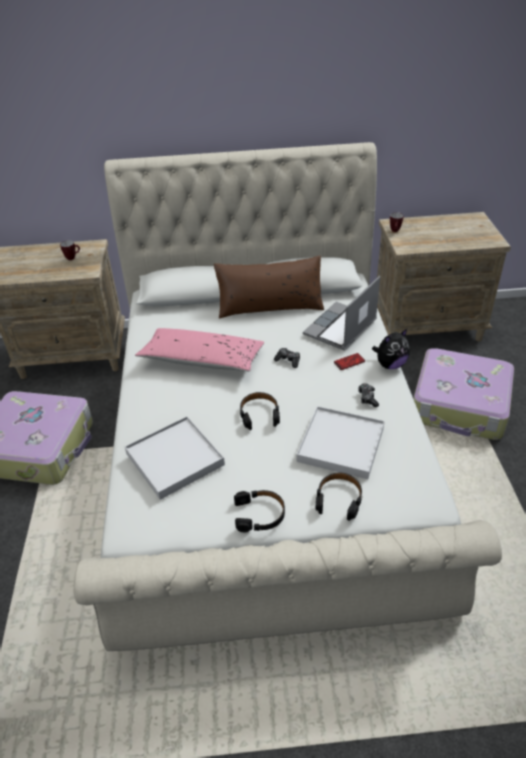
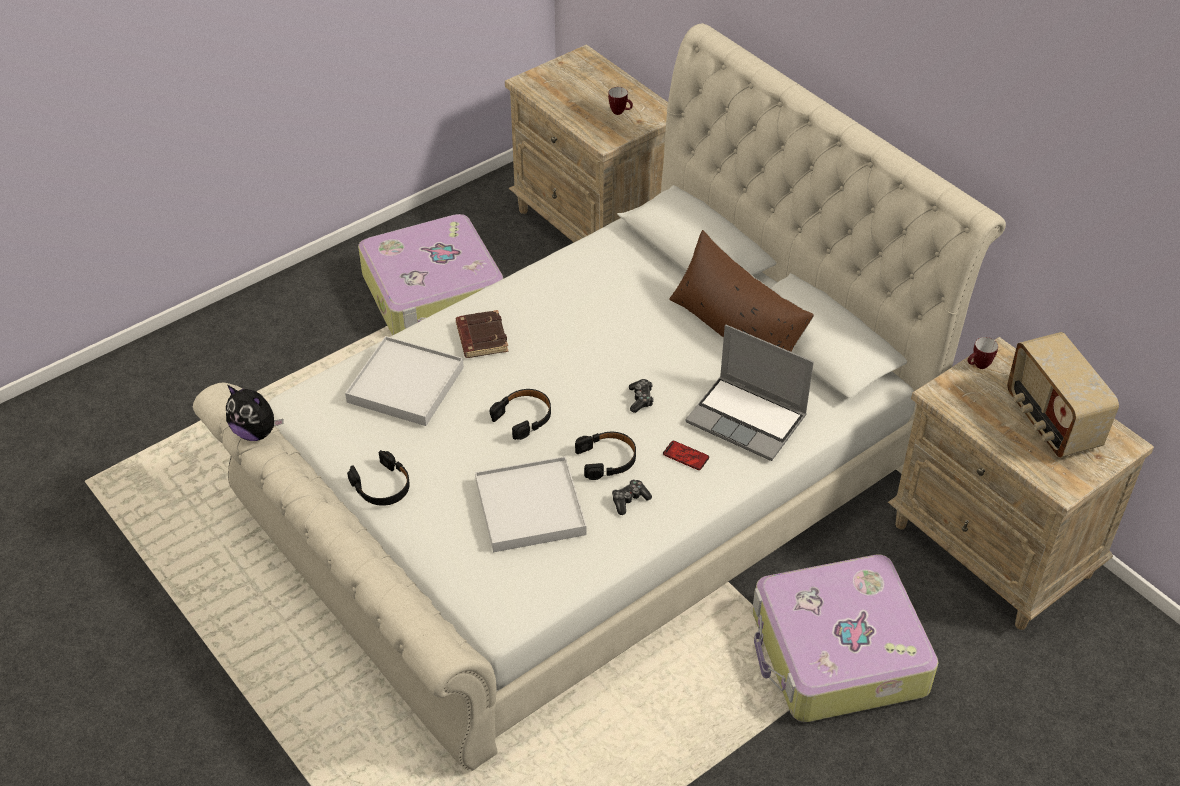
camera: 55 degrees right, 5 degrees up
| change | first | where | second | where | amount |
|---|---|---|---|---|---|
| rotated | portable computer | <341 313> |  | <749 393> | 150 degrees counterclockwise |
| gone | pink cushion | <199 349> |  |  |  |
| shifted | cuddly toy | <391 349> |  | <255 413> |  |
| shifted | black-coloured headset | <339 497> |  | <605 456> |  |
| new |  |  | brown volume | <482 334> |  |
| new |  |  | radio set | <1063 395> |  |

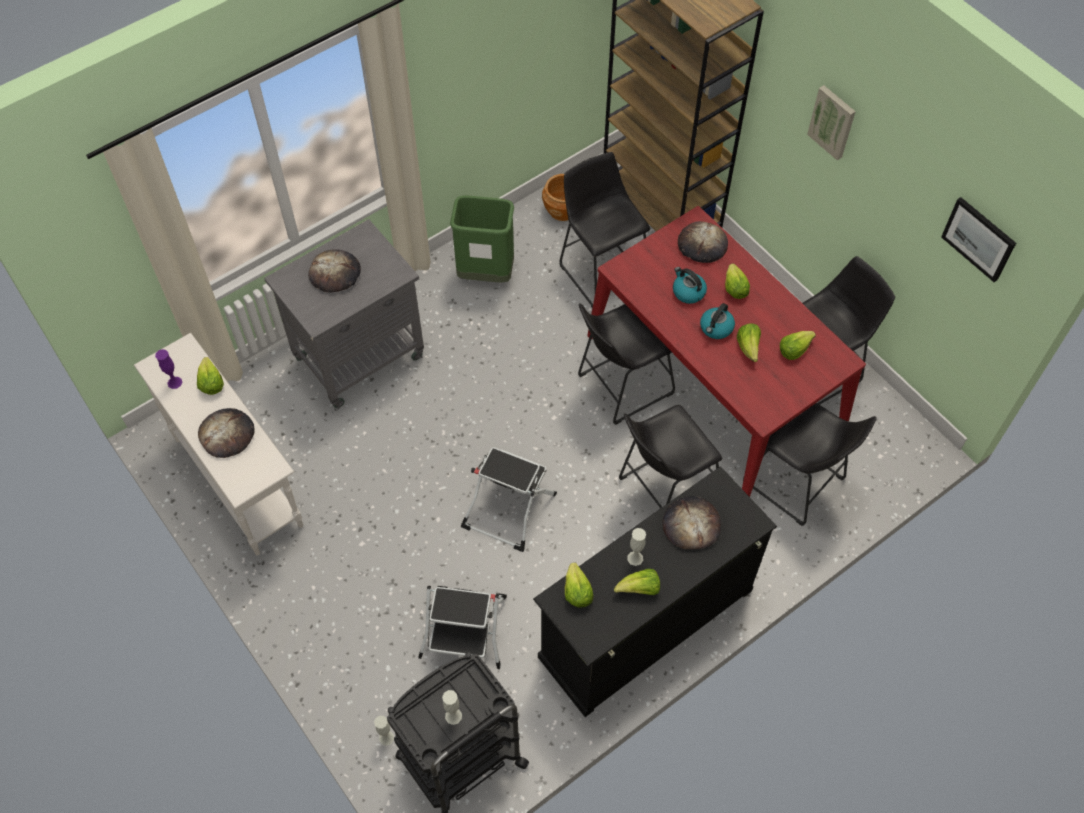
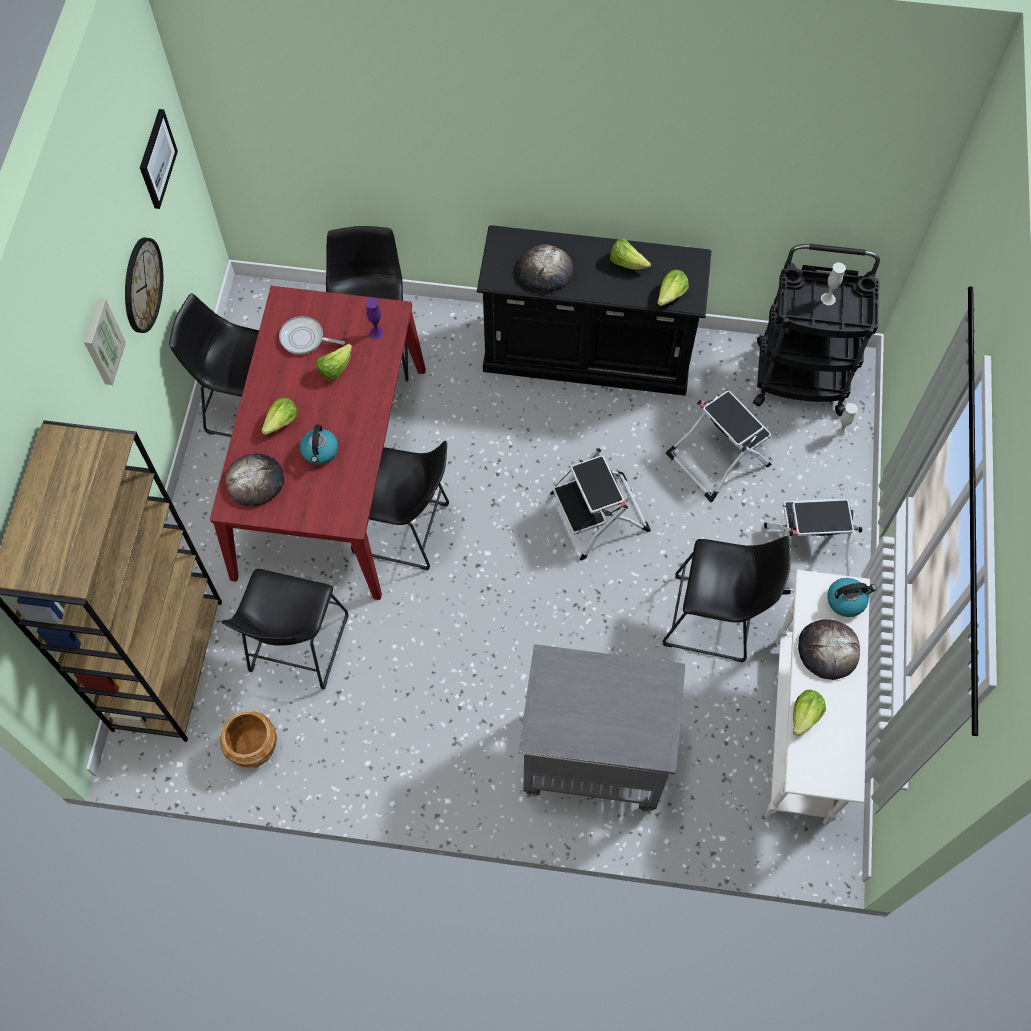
camera: 135 degrees left, 5 degrees up
| change | first | where | second | where | amount |
|---|---|---|---|---|---|
| gone | green trash can | <482 239> |  |  |  |
| gone | baked bread | <334 271> |  |  |  |
| shifted | kettle | <717 321> |  | <852 597> |  |
| swapped | head of lettuce | <798 345> | skillet | <312 335> |  |
| shifted | purplish decorative vase | <168 369> |  | <374 318> |  |
| shifted | black-coloured sitting stool | <670 457> |  | <727 599> |  |
| gone | white decorative vase | <636 547> |  |  |  |
| new |  |  | wall clock | <144 285> |  |
| new |  |  | step ladder | <813 546> |  |

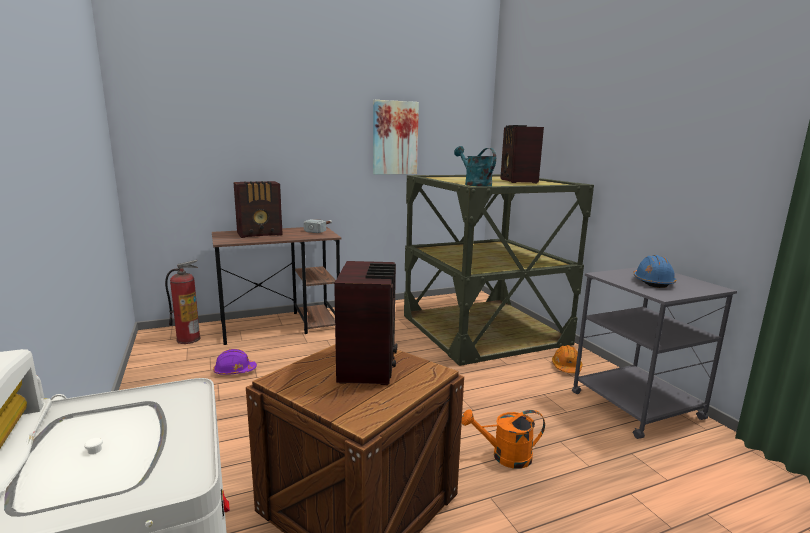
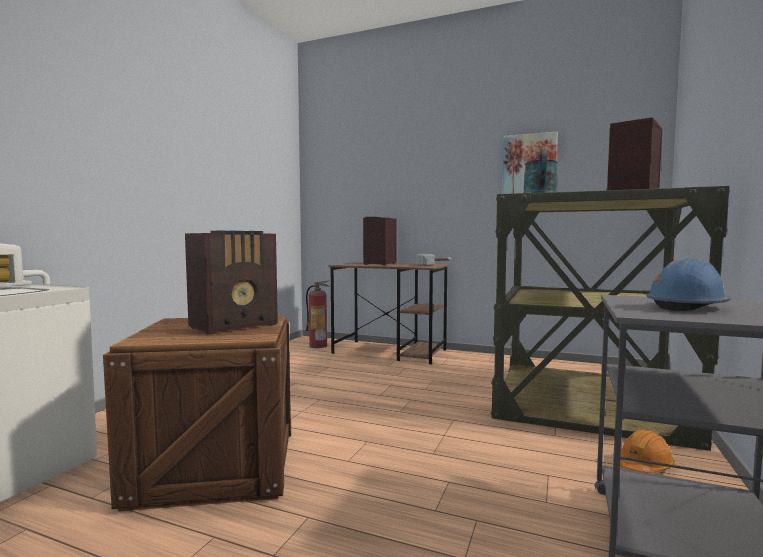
camera: 45 degrees right, 10 degrees down
| change | first | where | second | where | amount |
|---|---|---|---|---|---|
| rotated | radio set | <258 209> |  | <380 241> | 90 degrees clockwise |
| gone | purplish work helmet | <235 362> |  |  |  |
| gone | orange-coloured watering pot | <503 439> |  |  |  |

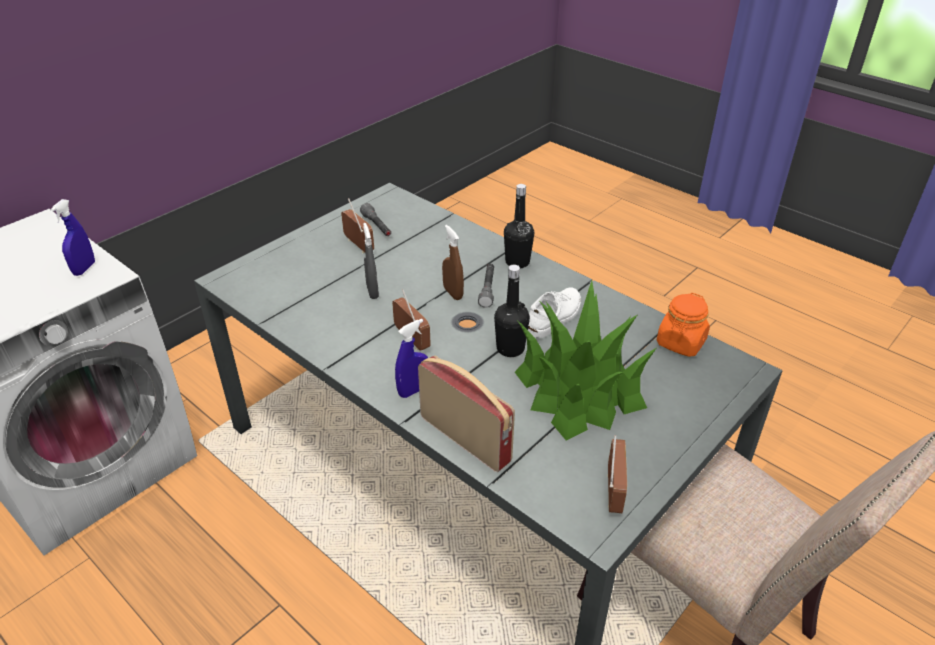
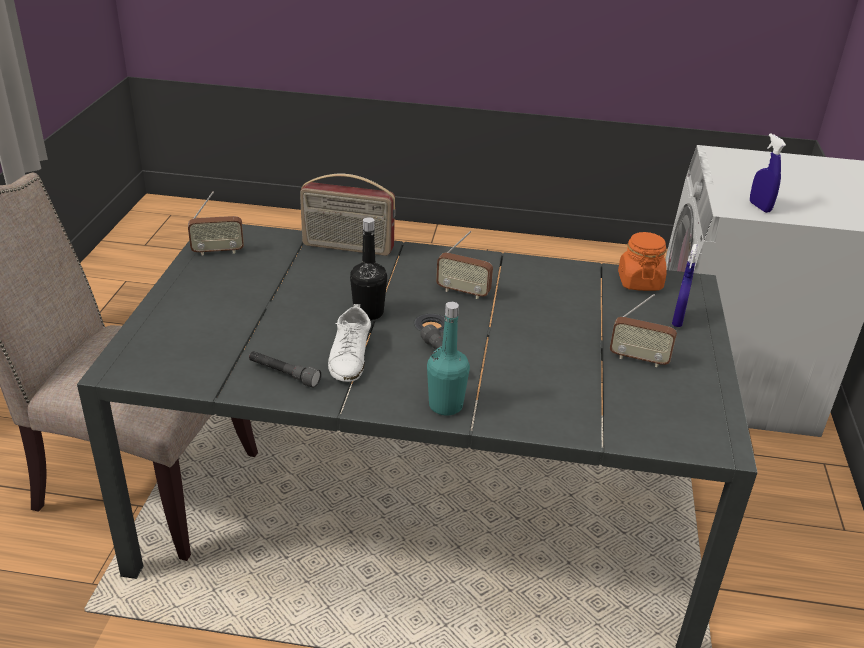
camera: 145 degrees right, 5 degrees down
| change | first | where | second | where | amount |
|---|---|---|---|---|---|
| repainted | black-coloured drink bottle | <519 226> | turquoise-coloured drink bottle | <448 358> |  |
| shifted | gray hand torch | <375 219> |  | <285 369> |  |
| gone | gray hand sprayer | <371 261> |  |  |  |
| gone | brown hand sprayer | <453 262> |  |  |  |
| gone | potted plant | <585 360> |  |  |  |
| shifted | orange-coloured jar | <683 325> |  | <642 261> |  |
| shifted | bluish hand sprayer | <411 358> |  | <685 285> |  |
| rotated | radio set | <617 474> |  | <216 224> | 75 degrees counterclockwise |

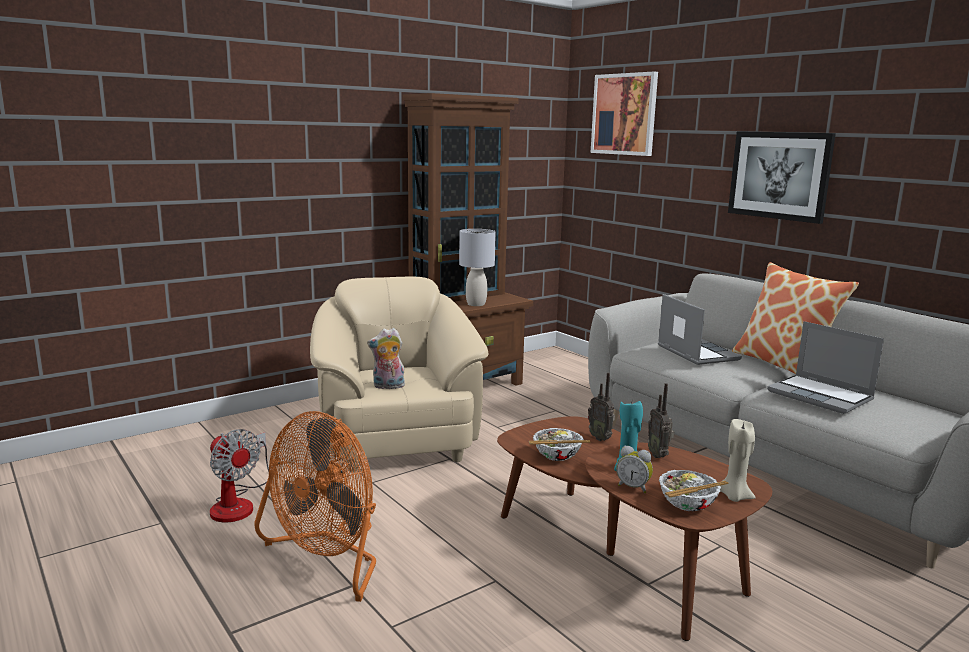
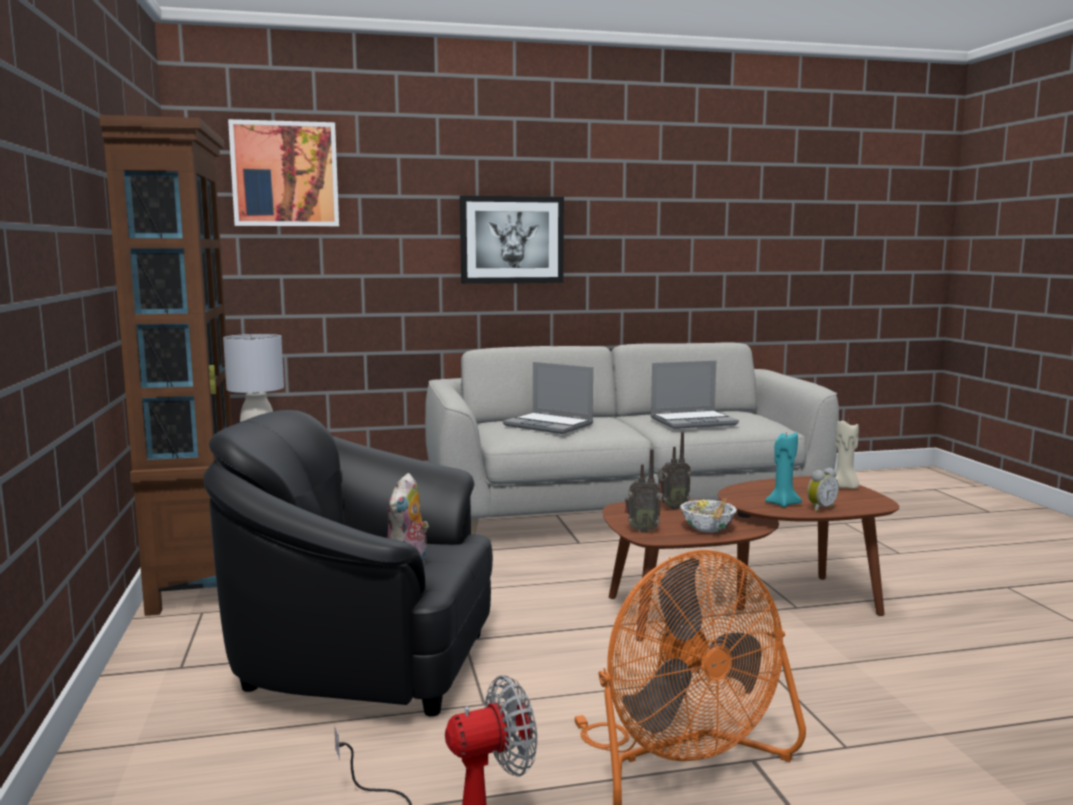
camera: 65 degrees left, 5 degrees down
| change | first | where | second | where | amount |
|---|---|---|---|---|---|
| gone | cushion | <795 318> |  |  |  |
| repainted | sand-coloured armchair | <399 375> | black-coloured armchair | <348 563> |  |
| rotated | portable computer | <700 329> |  | <548 398> | 150 degrees counterclockwise |
| shifted | radio set | <661 420> |  | <643 491> |  |
| gone | serving bowl | <693 491> |  |  |  |

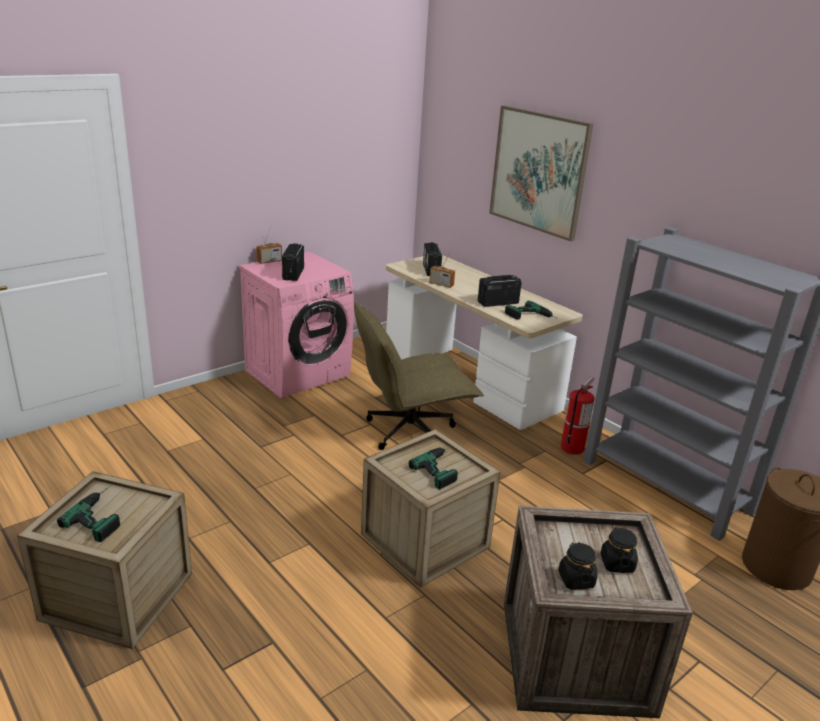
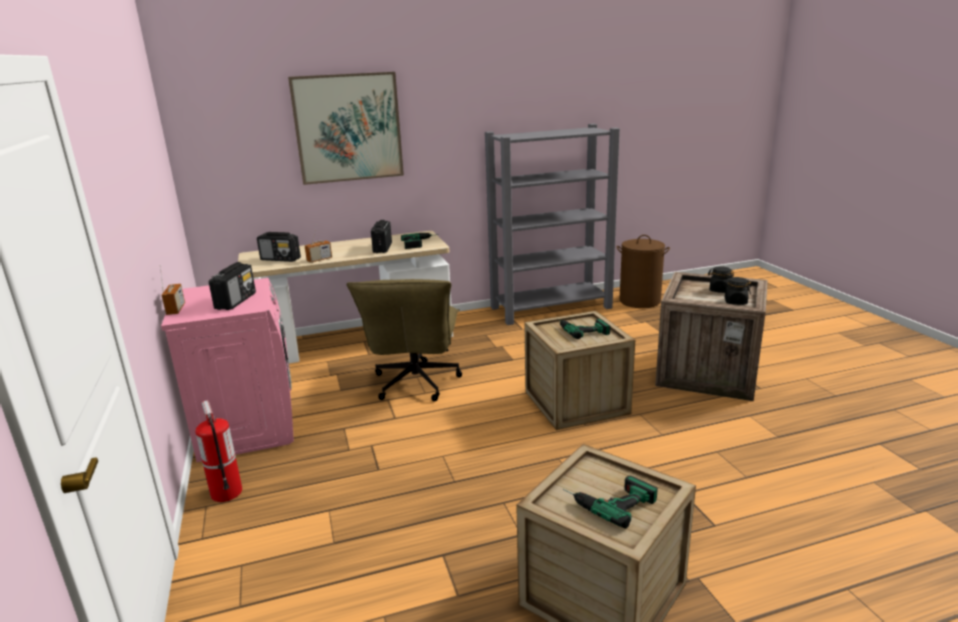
camera: 65 degrees left, 5 degrees down
| change | first | where | second | where | amount |
|---|---|---|---|---|---|
| rotated | radio set | <293 262> |  | <232 286> | 105 degrees counterclockwise |
| shifted | fire-fighting cylinder | <577 415> |  | <218 451> |  |

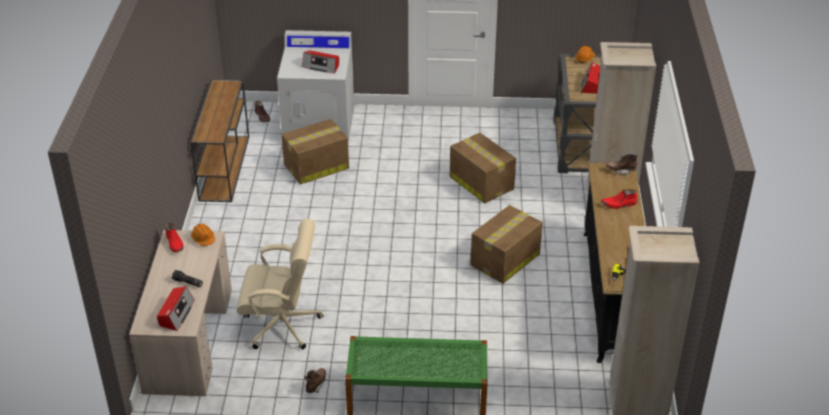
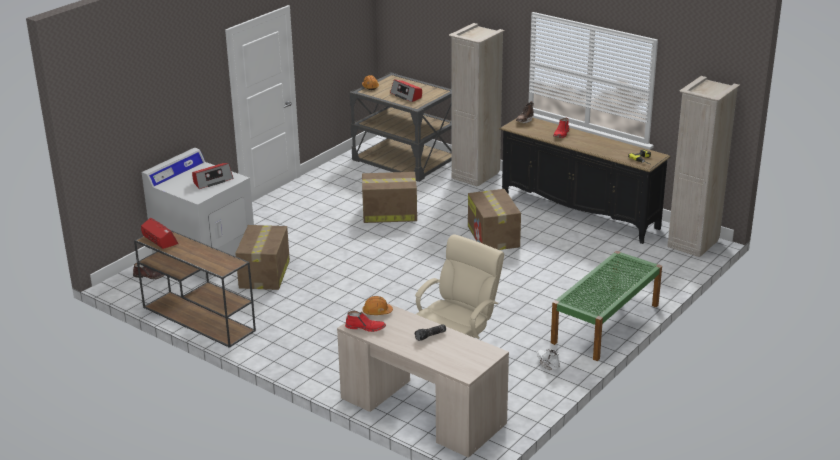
camera: 55 degrees left, 10 degrees down
| change | first | where | second | where | amount |
|---|---|---|---|---|---|
| shifted | radio set | <176 308> |  | <160 233> |  |
| repainted | brown tall boot | <315 380> | white tall boot | <548 359> |  |

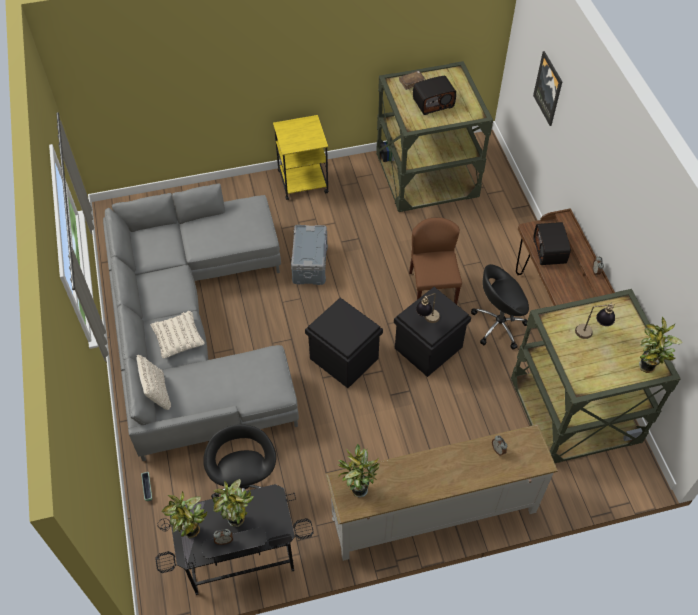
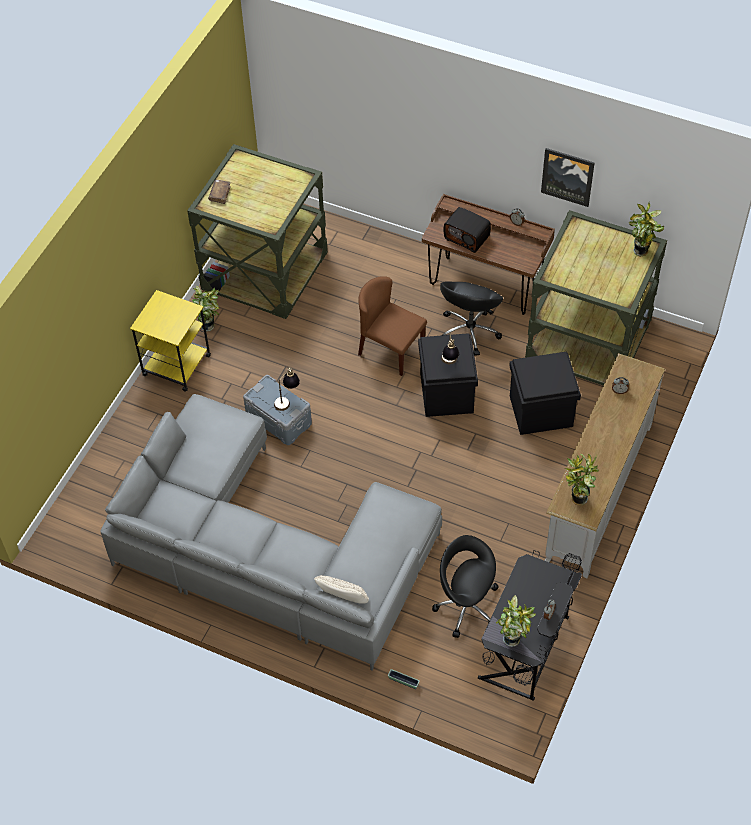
camera: 50 degrees left, 0 degrees up
| change | first | where | second | where | amount |
|---|---|---|---|---|---|
| shifted | picture | <547 88> |  | <568 177> |  |
| gone | radio set | <434 95> |  |  |  |
| shifted | black-coloured storage bin | <344 343> |  | <545 393> |  |
| shifted | lamp for a table | <595 321> |  | <287 389> |  |
| gone | sand-coloured cushion | <178 335> |  |  |  |
| shifted | potted plant | <233 503> |  | <205 308> |  |

